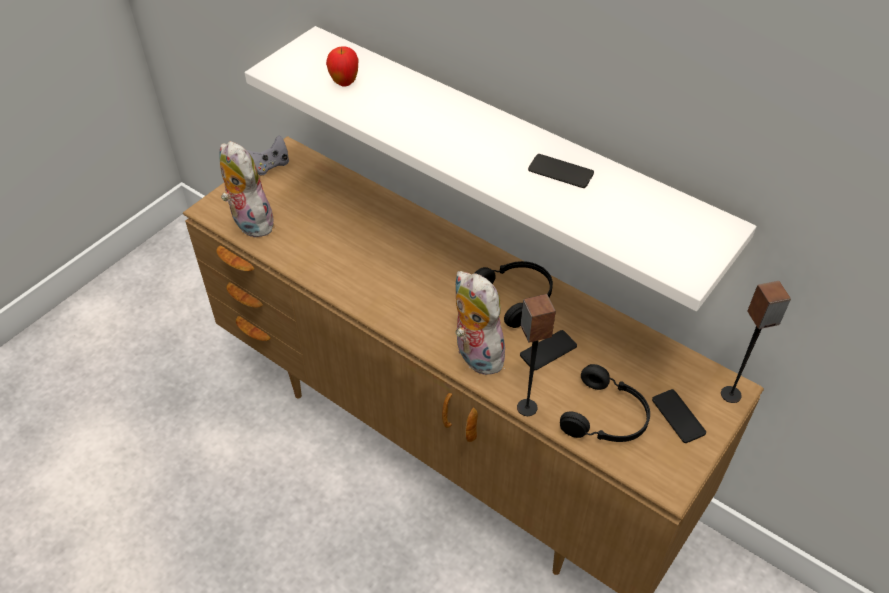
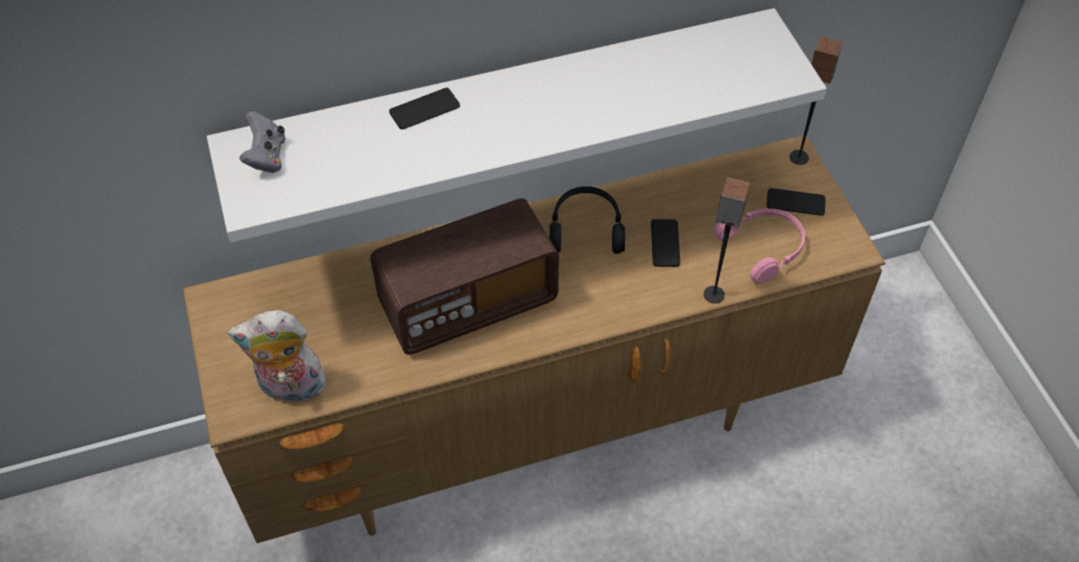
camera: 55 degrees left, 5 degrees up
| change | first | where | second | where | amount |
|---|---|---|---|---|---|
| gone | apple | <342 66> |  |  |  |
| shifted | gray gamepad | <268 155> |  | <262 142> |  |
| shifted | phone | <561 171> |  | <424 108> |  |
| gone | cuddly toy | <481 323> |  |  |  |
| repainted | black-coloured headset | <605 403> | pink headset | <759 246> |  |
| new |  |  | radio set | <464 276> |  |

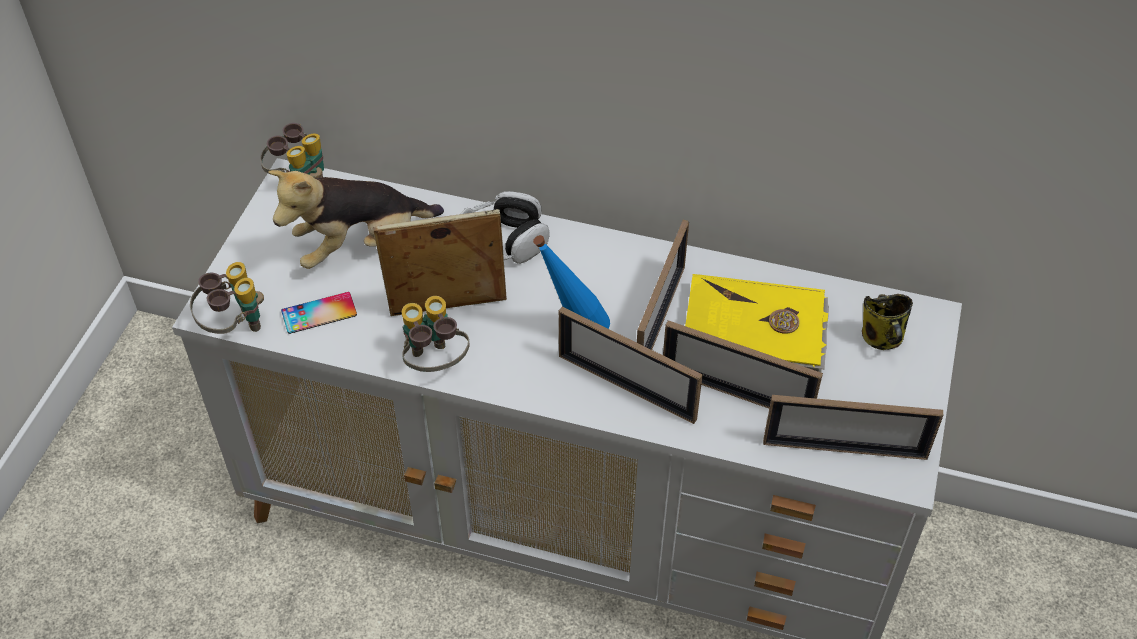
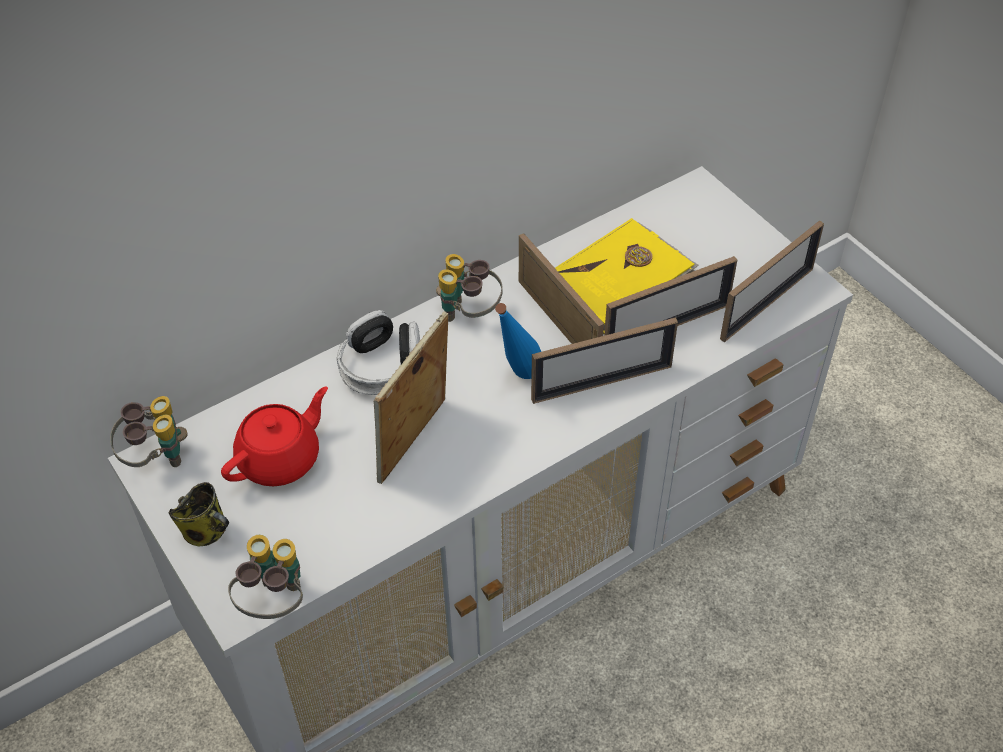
camera: 50 degrees left, 0 degrees up
| change | first | where | second | where | amount |
|---|---|---|---|---|---|
| swapped | cuddly toy | <356 219> | red teapot | <274 436> |  |
| gone | phone | <319 313> |  |  |  |
| shifted | mug | <887 322> |  | <199 514> |  |
| shifted | binoculars | <436 334> |  | <469 288> |  |

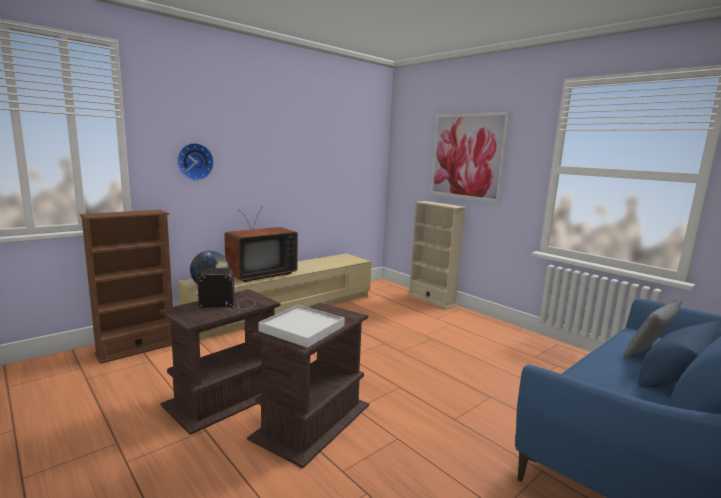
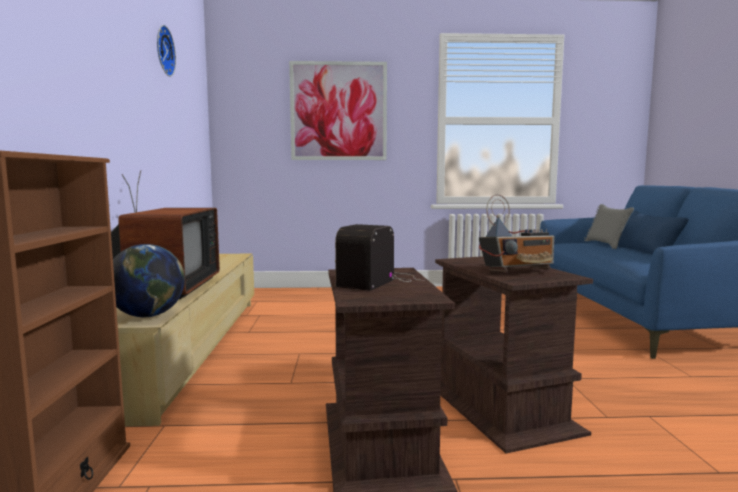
camera: 50 degrees left, 5 degrees down
| change | first | where | second | where | amount |
|---|---|---|---|---|---|
| shifted | wall clock | <195 162> |  | <166 51> |  |
| gone | sand-coloured bookcase | <437 255> |  |  |  |
| swapped | white carrying tray | <301 326> | radio set | <516 233> |  |

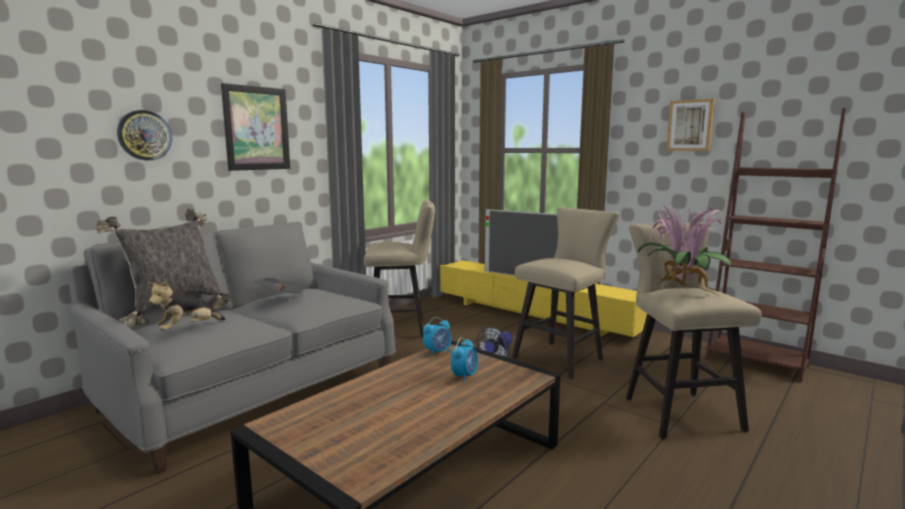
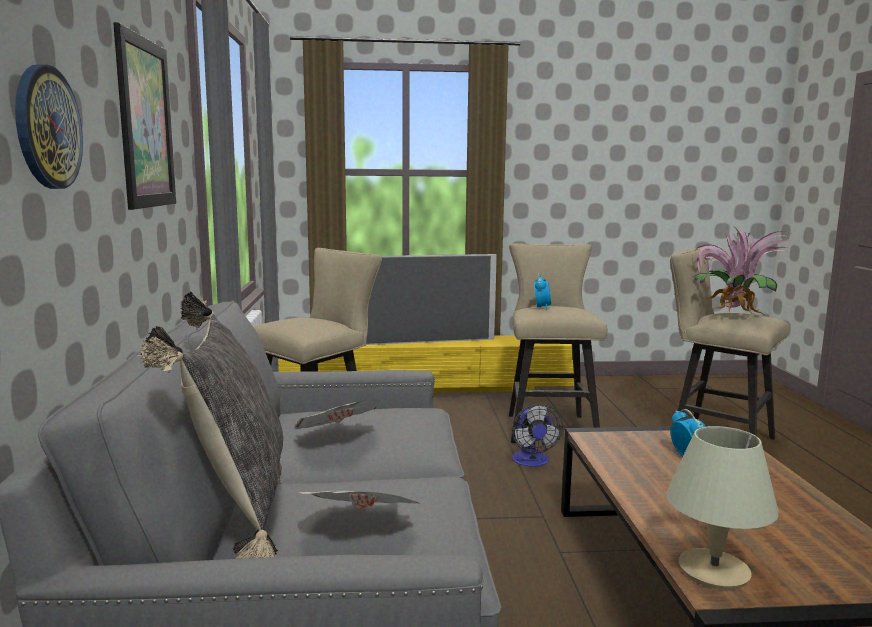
camera: 45 degrees left, 0 degrees up
| change | first | where | second | where | amount |
|---|---|---|---|---|---|
| gone | picture | <690 124> |  |  |  |
| gone | brown bookcase | <776 245> |  |  |  |
| swapped | cuddly toy | <187 306> | daily paper | <359 500> |  |
| shifted | table clock | <437 336> |  | <542 291> |  |
| new |  |  | sand-coloured lamp for a table | <722 508> |  |

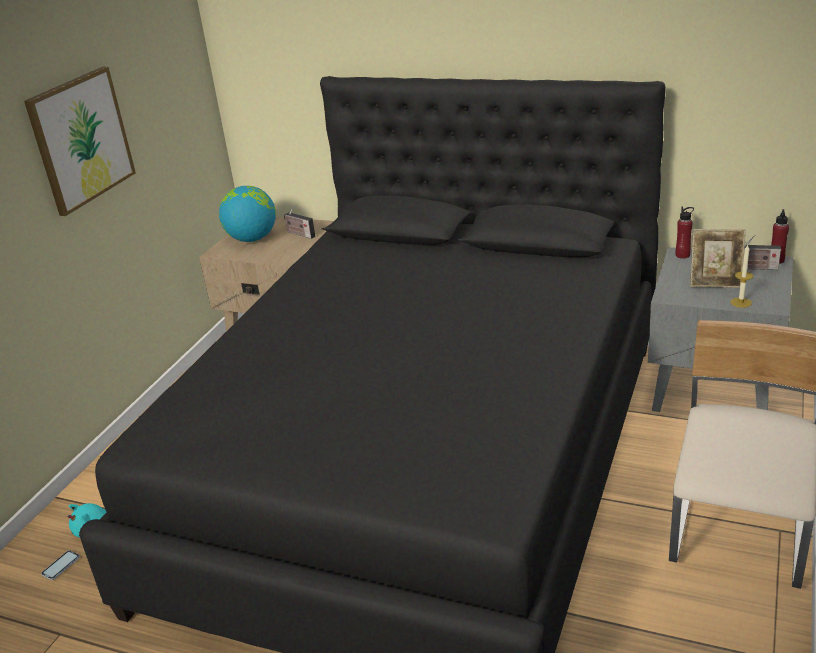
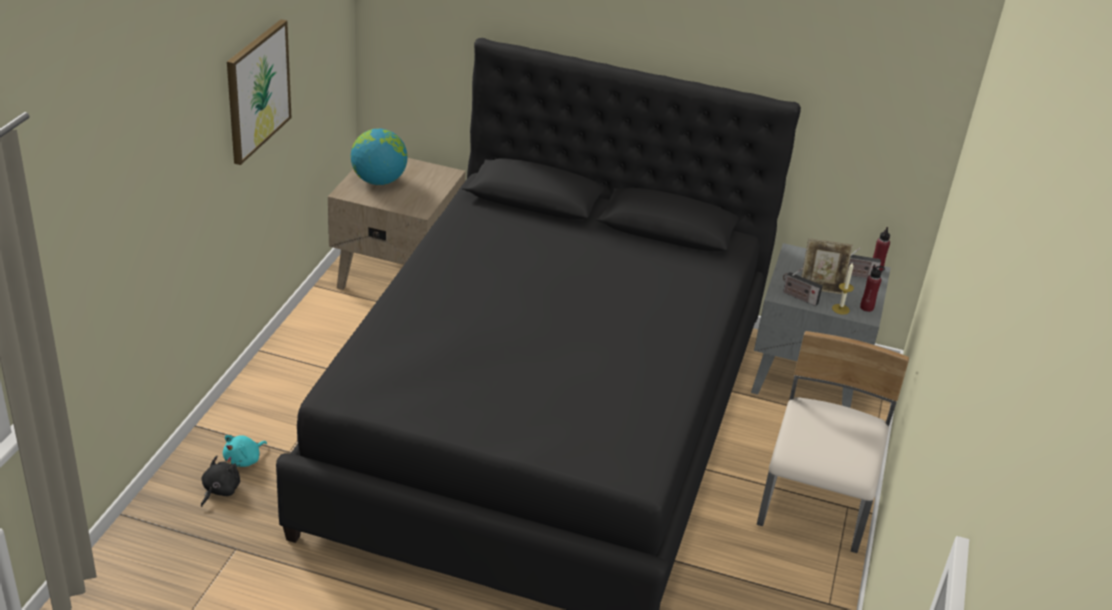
camera: 10 degrees left, 5 degrees up
| change | first | where | second | where | amount |
|---|---|---|---|---|---|
| shifted | radio set | <299 222> |  | <802 287> |  |
| shifted | red drink bottle | <684 233> |  | <872 288> |  |
| swapped | phone | <60 565> | black-coloured cuddly toy | <220 481> |  |

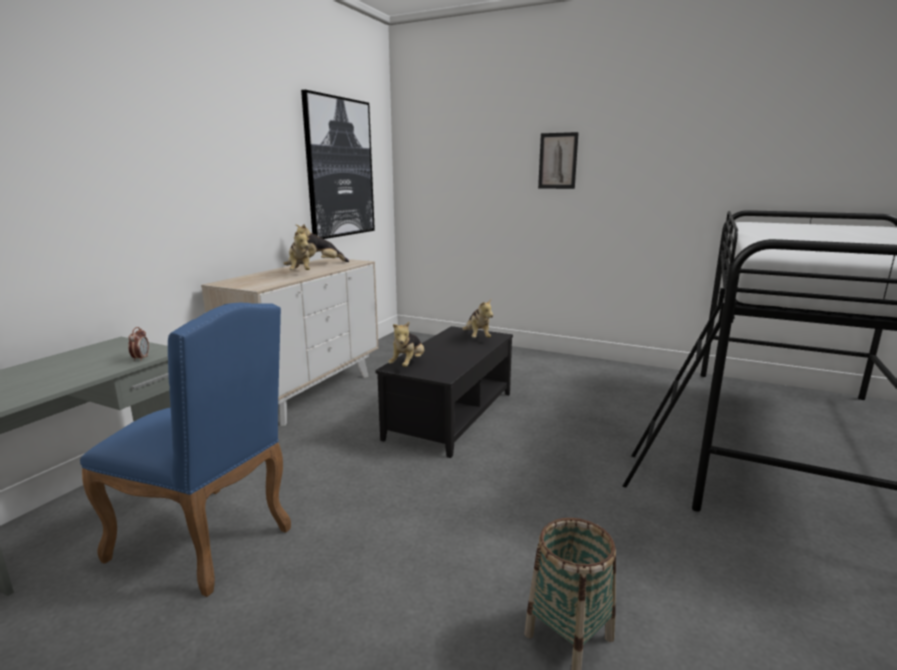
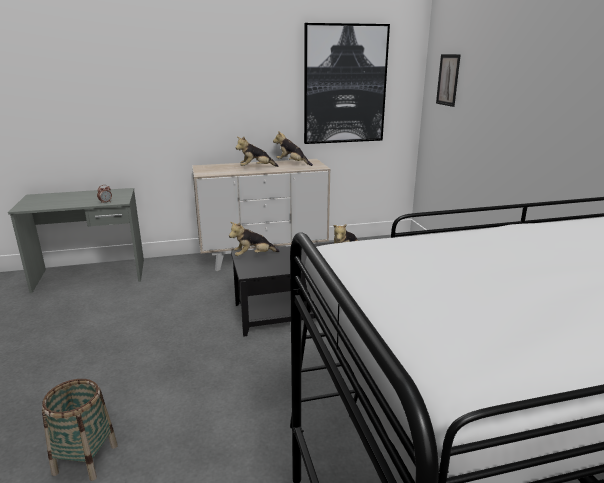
camera: 50 degrees right, 5 degrees up
| change | first | where | second | where | amount |
|---|---|---|---|---|---|
| shifted | picture | <558 160> |  | <448 80> |  |
| rotated | cuddly toy | <296 250> |  | <257 152> | 45 degrees clockwise |
| gone | bluish plain chair | <185 450> |  |  |  |

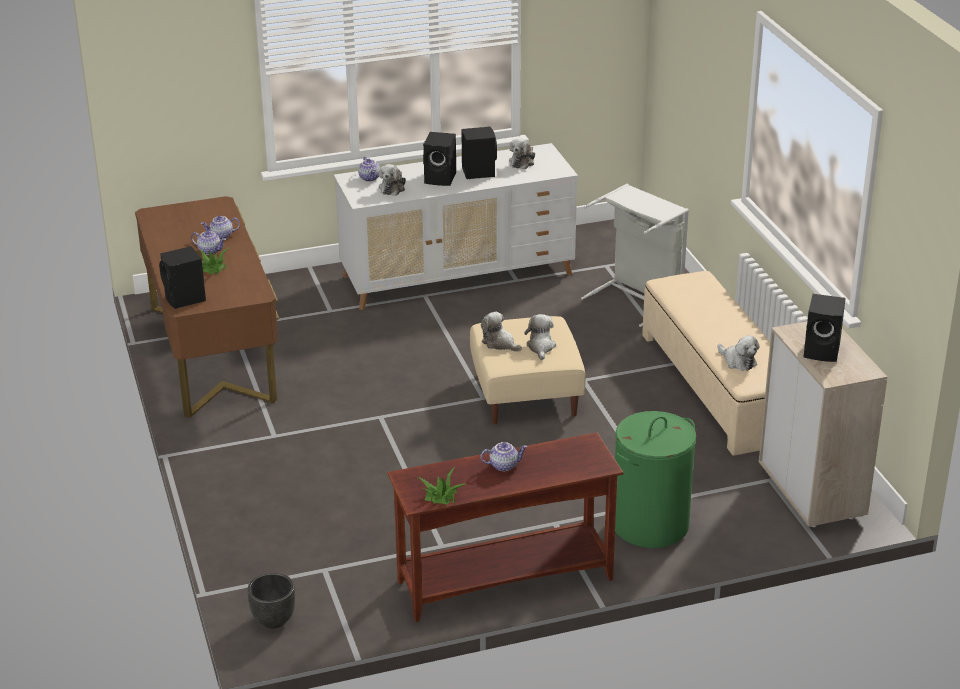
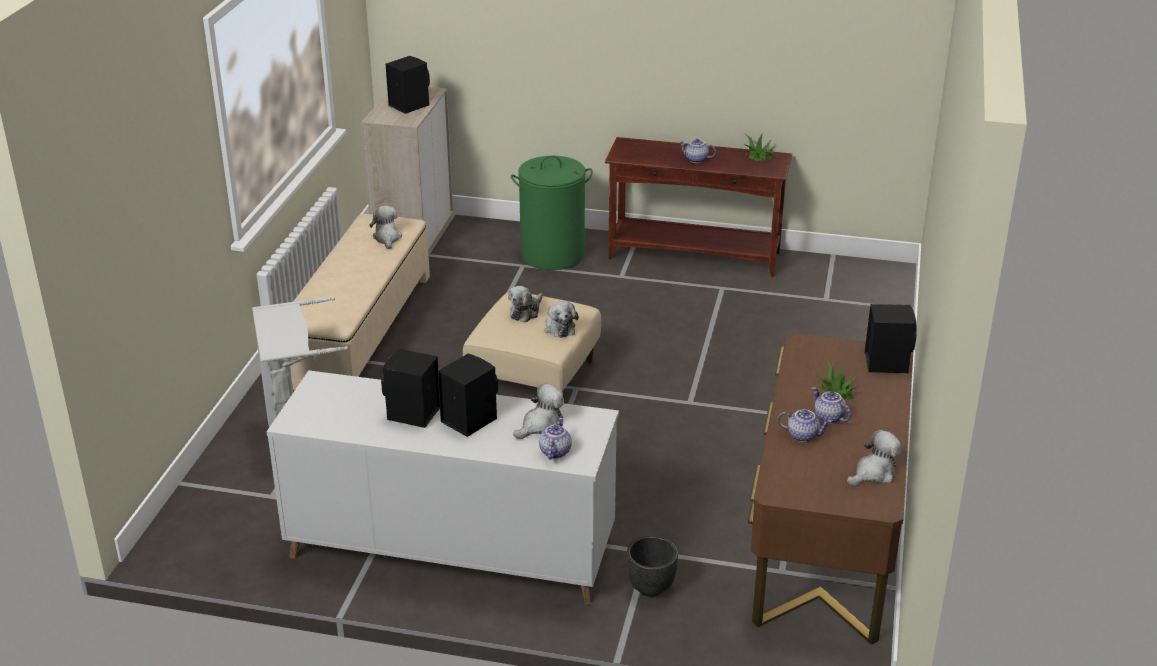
camera: 150 degrees left, 0 degrees up
| change | first | where | second | where | amount |
|---|---|---|---|---|---|
| shifted | cuddly toy | <522 153> |  | <874 458> |  |
| shifted | black-coloured flower pot | <271 601> |  | <652 566> |  |

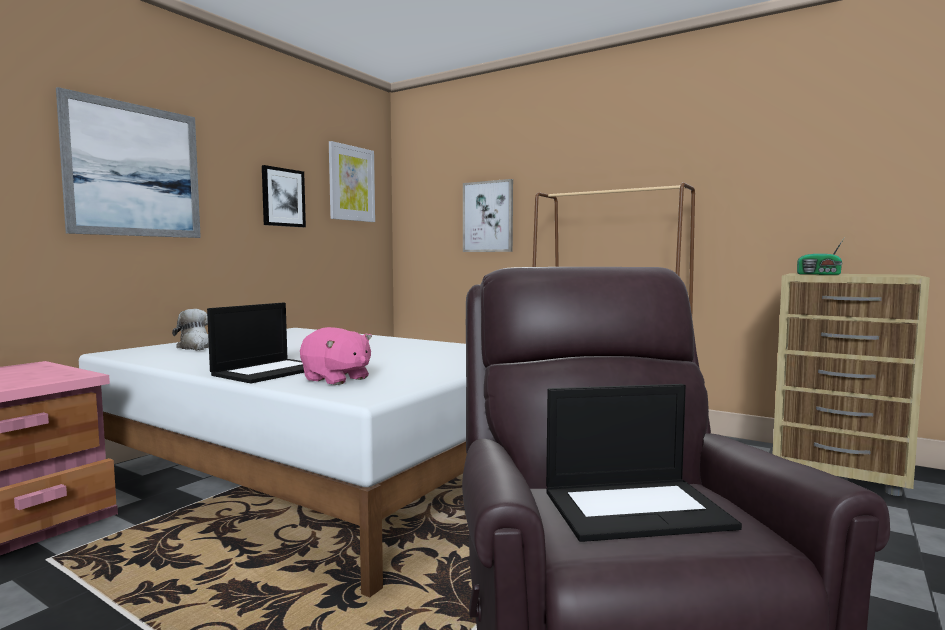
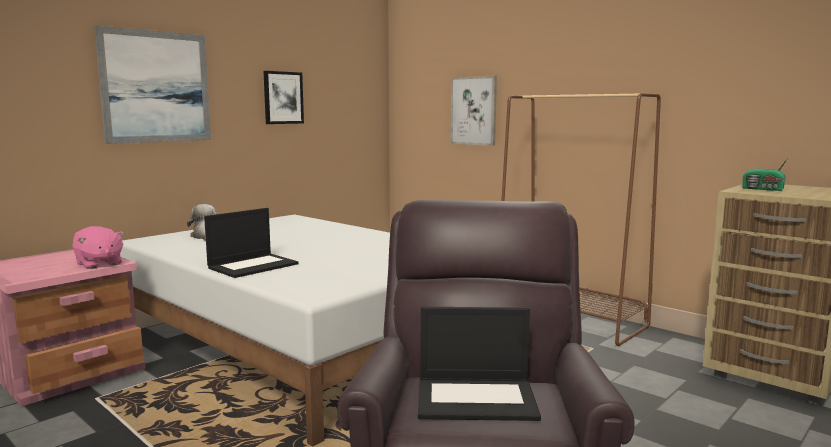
camera: 10 degrees right, 5 degrees up
| change | first | where | second | where | amount |
|---|---|---|---|---|---|
| gone | picture | <352 181> |  |  |  |
| shifted | pink cuddly toy | <336 356> |  | <98 247> |  |

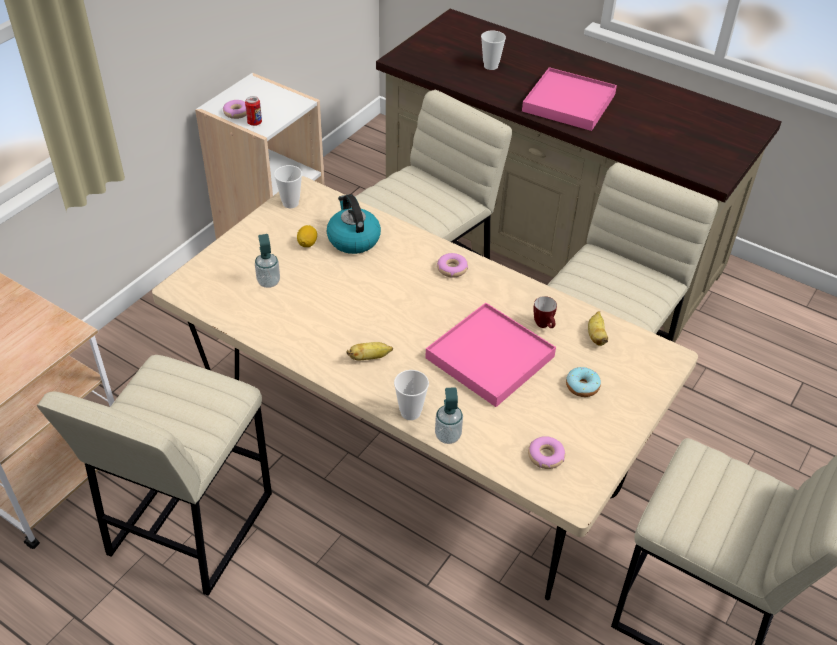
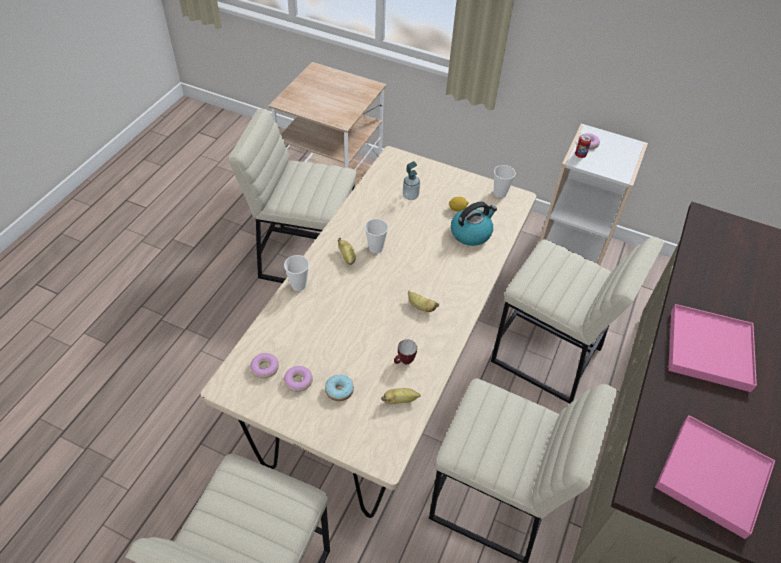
camera: 80 degrees right, 5 degrees up
| change | first | where | second | where | amount |
|---|---|---|---|---|---|
| shifted | drinking cup | <493 50> |  | <376 236> |  |
| shifted | doughnut | <452 265> |  | <298 379> |  |
| shifted | pink carrying tray | <490 355> |  | <715 477> |  |
| gone | soap dispenser | <449 415> |  |  |  |
| new |  |  | banana fruit | <423 301> |  |

